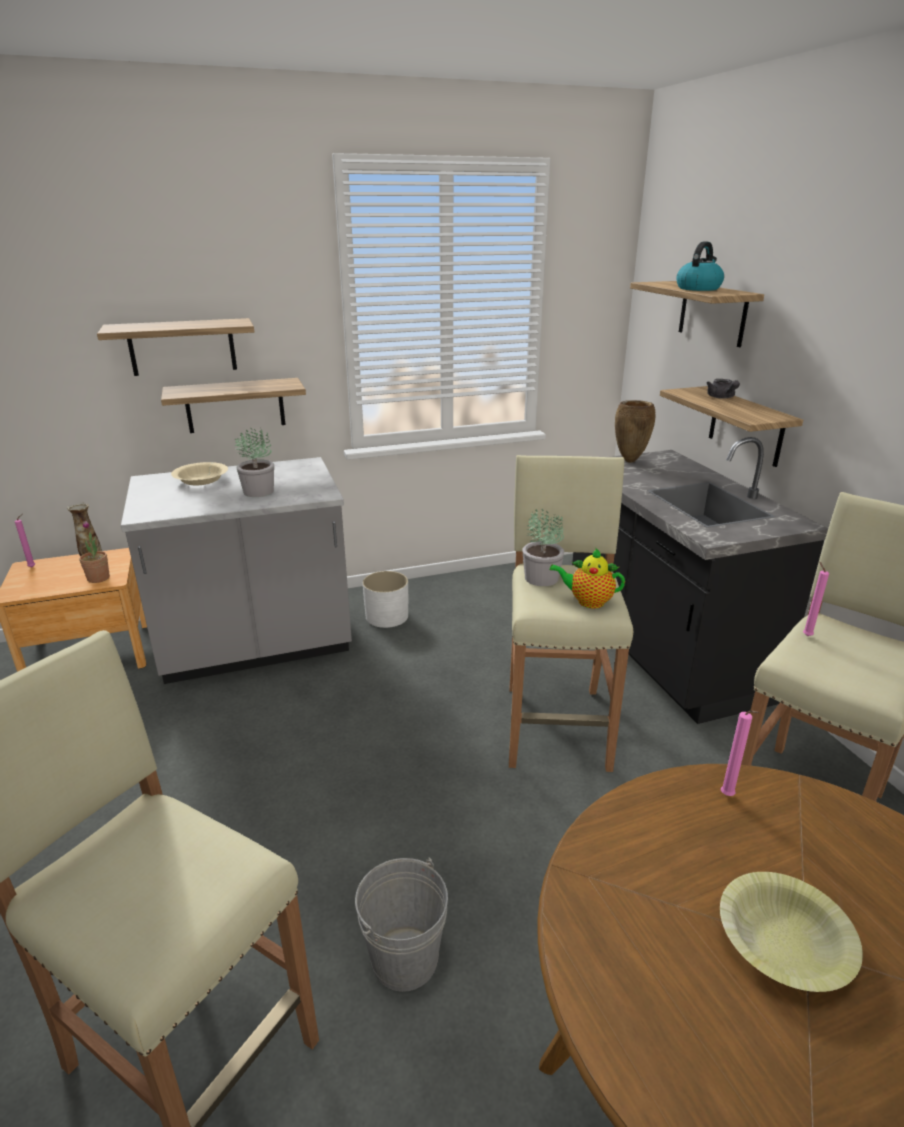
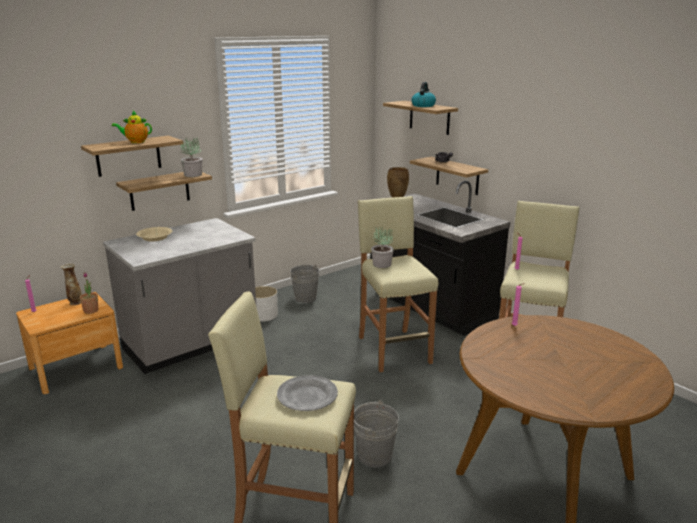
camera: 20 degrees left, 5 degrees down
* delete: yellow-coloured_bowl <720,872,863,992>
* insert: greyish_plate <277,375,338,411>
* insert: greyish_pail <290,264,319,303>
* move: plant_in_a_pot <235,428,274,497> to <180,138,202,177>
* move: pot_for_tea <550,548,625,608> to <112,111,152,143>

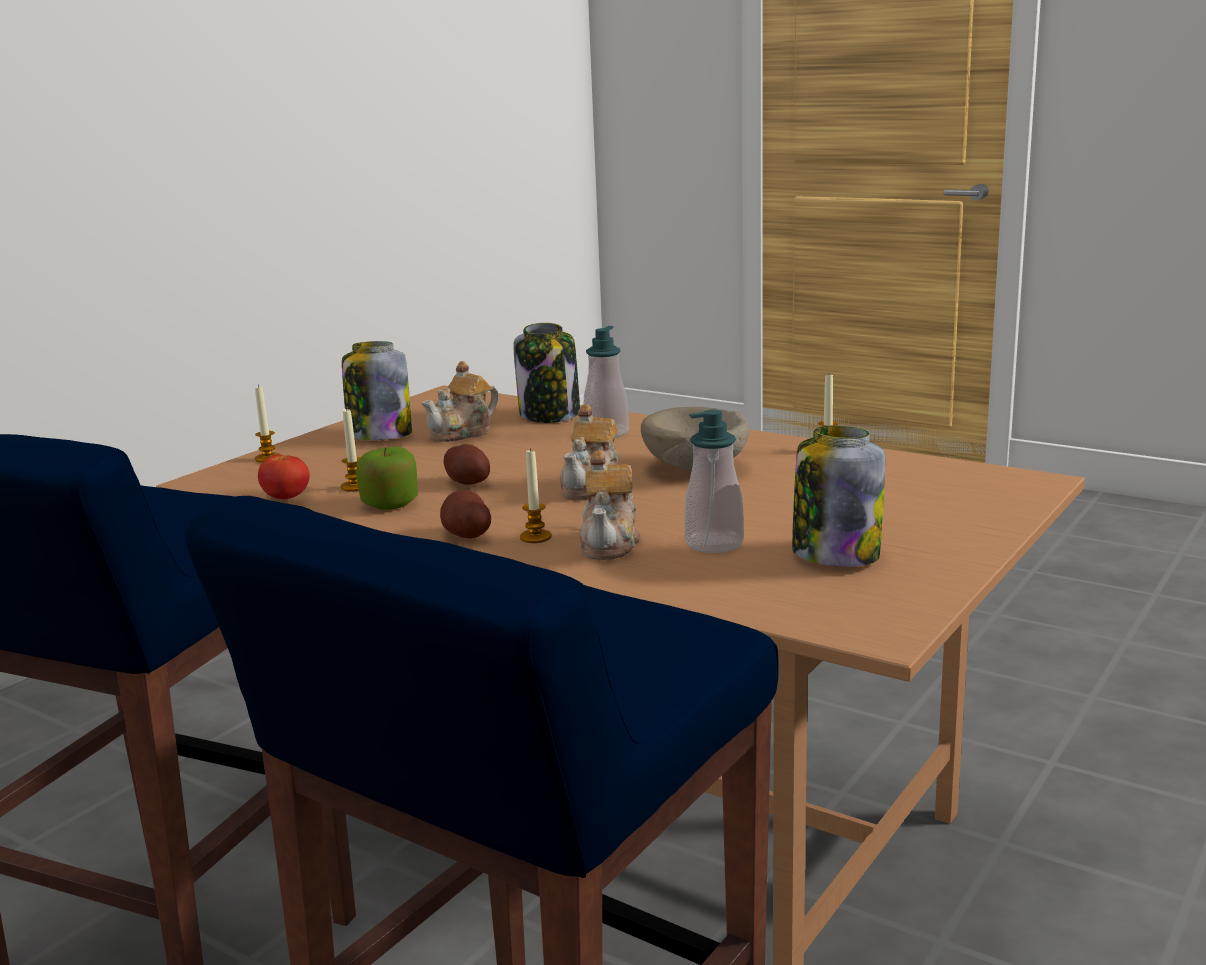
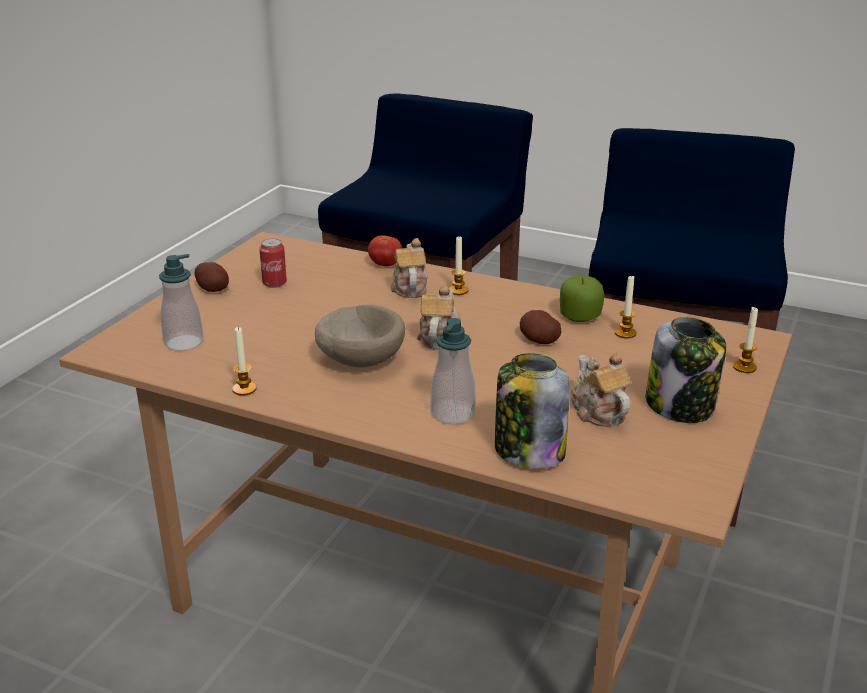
camera: 170 degrees right, 10 degrees up
* move: tomato <258,455,310,499> to <368,235,402,266>
* move: potato <440,490,491,538> to <194,262,229,292>
* move: soap_dispenser <684,410,744,553> to <159,254,204,351>
* replace: storage_jar <792,426,885,567> to can <259,238,287,288>
* rotate: pot_for_tea <421,361,498,442> = <571,353,632,427> 60 degrees counterclockwise

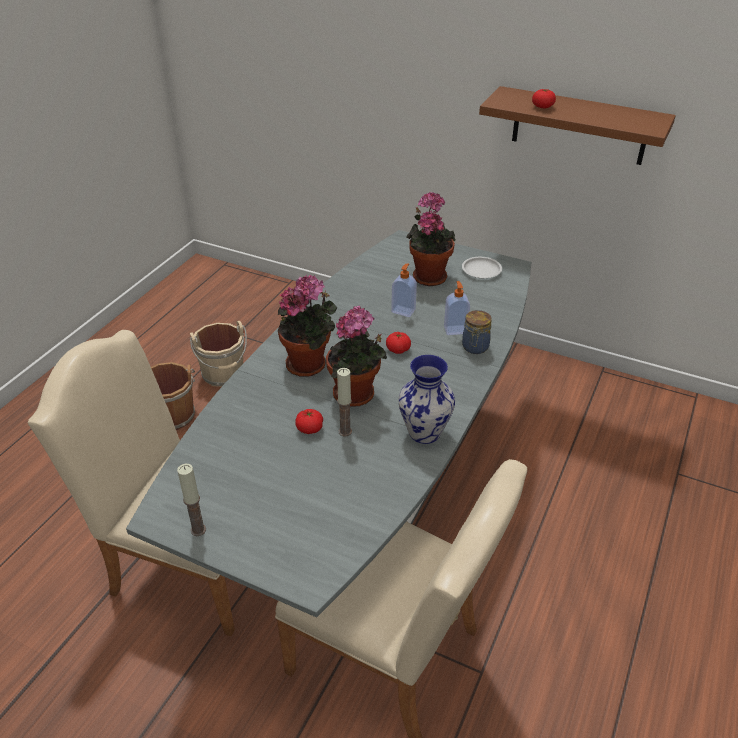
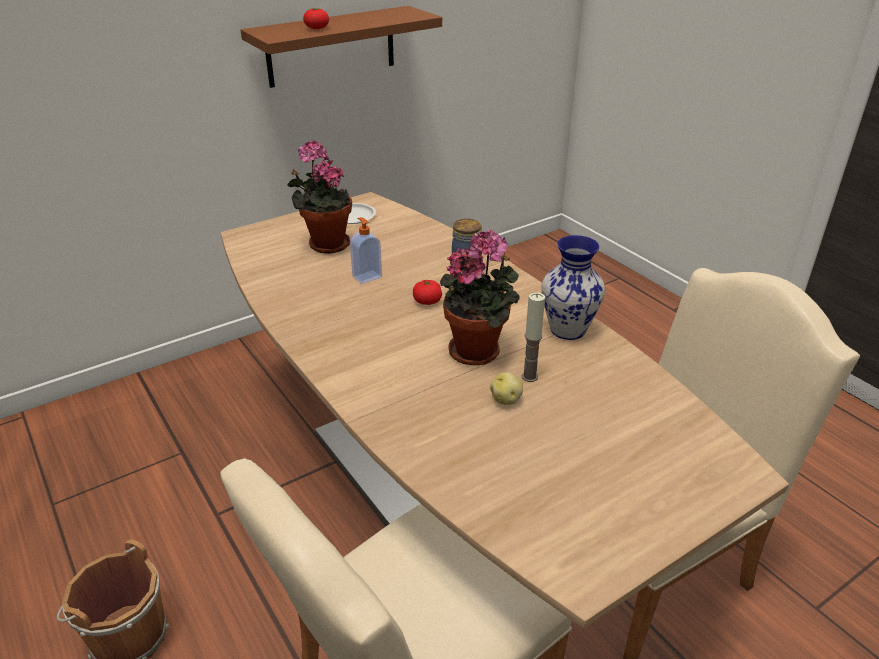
camera: 60 degrees left, 5 degrees down
* delete: wax_light <177,464,206,536>
* delete: beige_pail <190,321,247,387>
* delete: plant_in_a_pot <278,275,337,377>
* delete: soap_dispenser <444,281,470,335>
* replace: tomato <295,409,323,434> to potato <490,372,523,405>
* recolor: greyish_dining_table <126,230,531,617> to brown_dining_table <221,192,789,629>

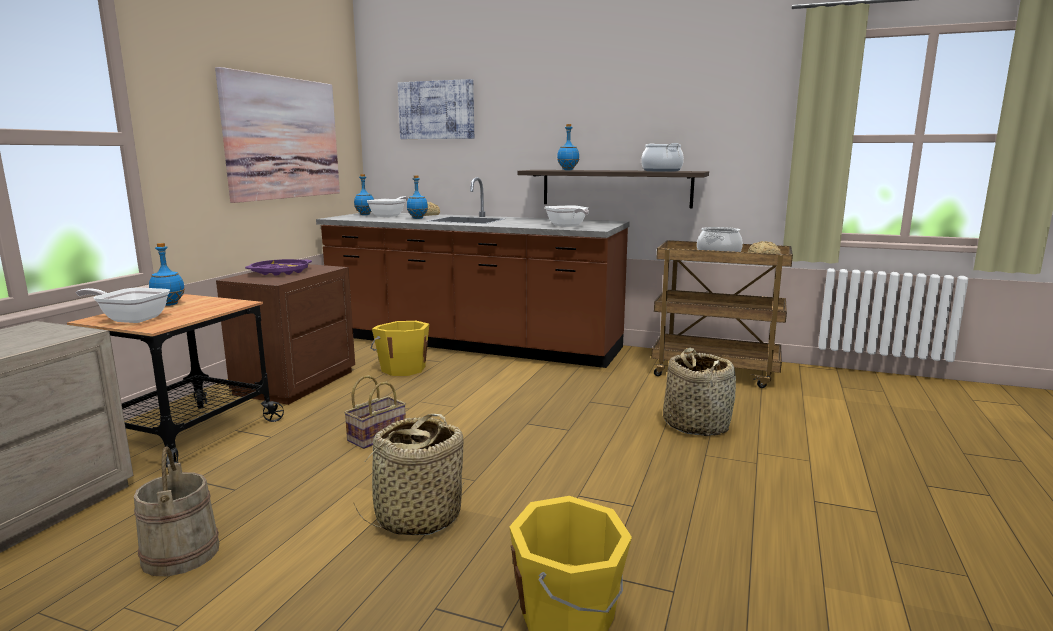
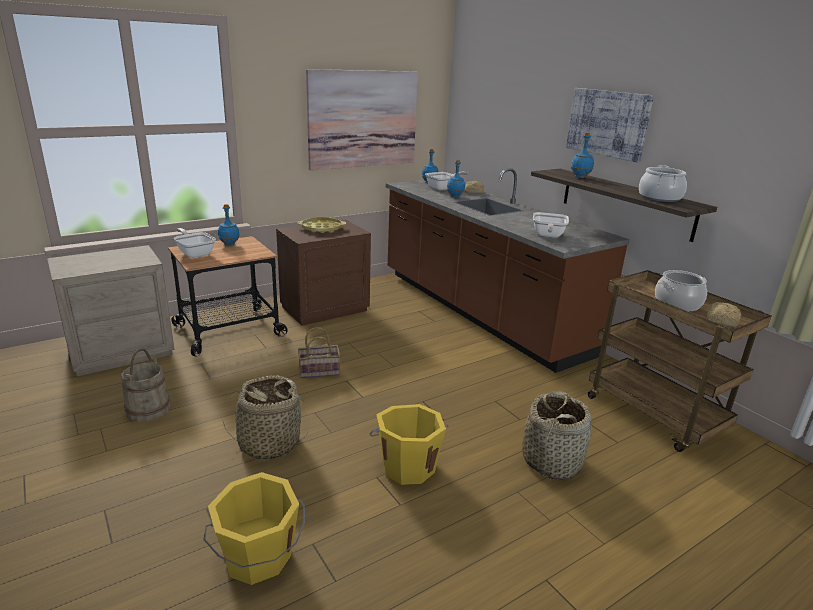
camera: 35 degrees right, 10 degrees up
* move: yellow-coloured_pail <371,321,429,376> to <369,404,448,485>
* move: wall_picture <398,79,474,139> to <566,88,654,163>
* recolor: purplish_carrying_tray <245,259,312,276> to yellow-coloured_carrying_tray <297,217,346,233>

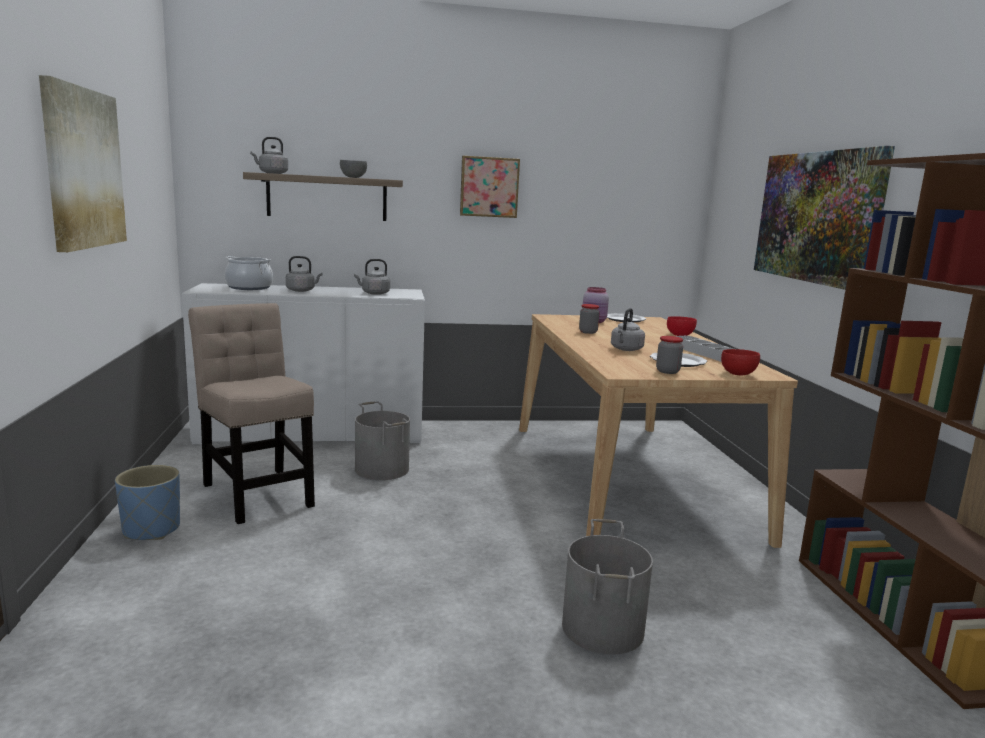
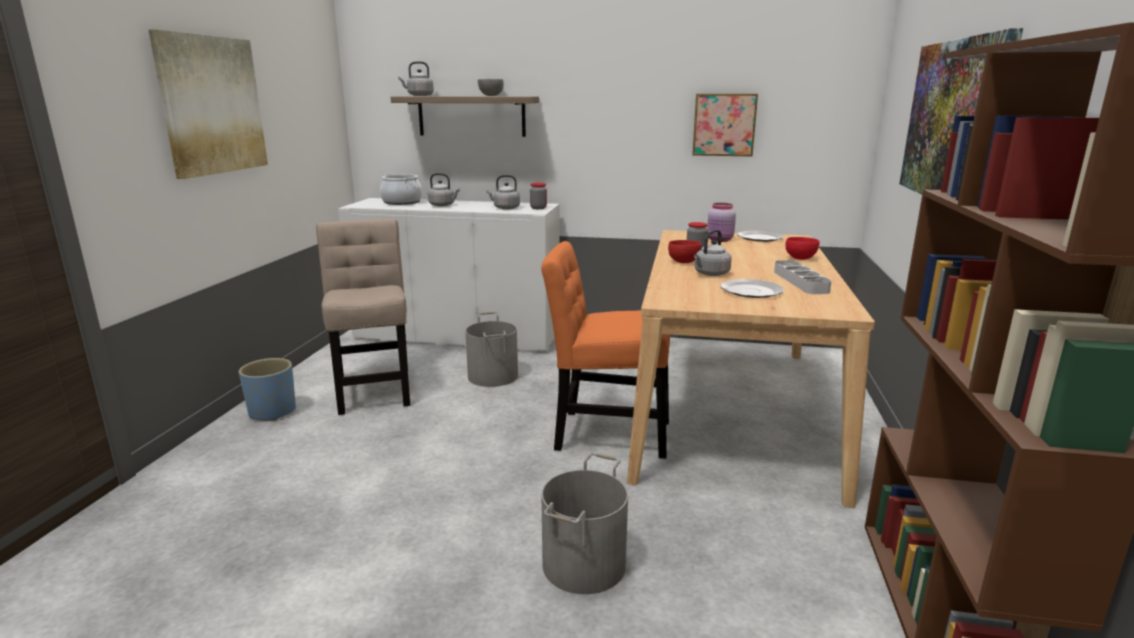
camera: 20 degrees right, 5 degrees up
* insert: orange-coloured_plain_chair <541,241,670,459>
* move: wall_picture <460,156,520,218> to <692,94,758,157>
* move: storage_jar <656,336,683,374> to <530,183,547,209>
* move: red-coloured_bowl <721,349,760,375> to <668,240,701,263>

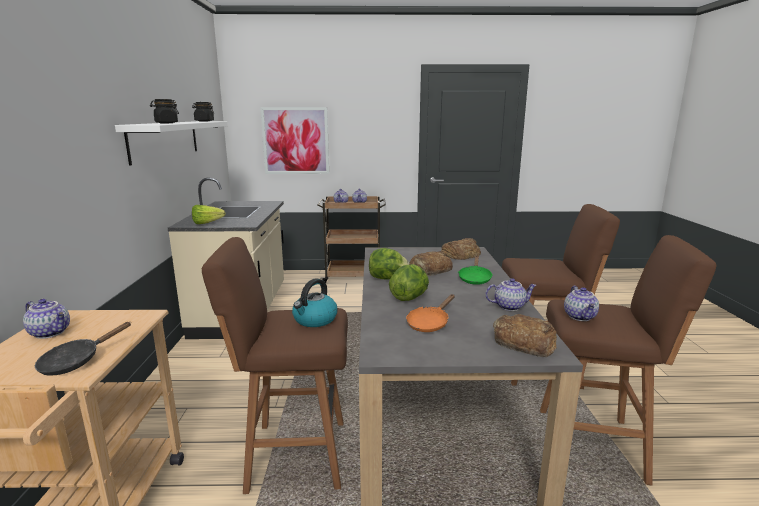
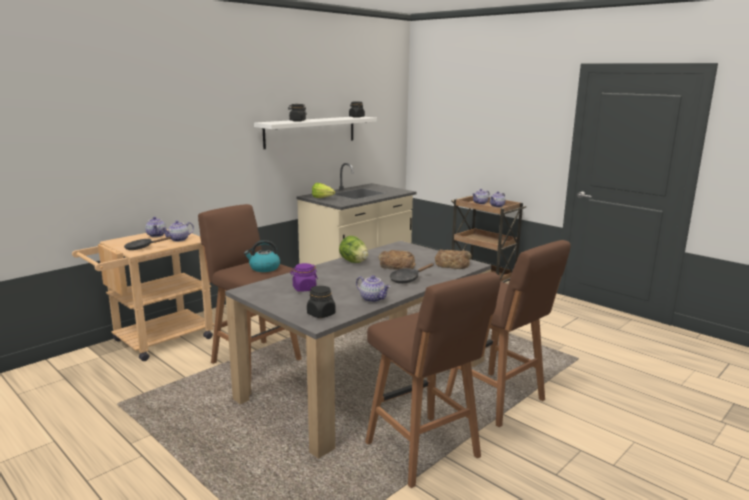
camera: 45 degrees right, 0 degrees up
* delete: wall_picture <260,107,329,174>
* delete: lettuce <389,264,429,301>
* move: pot_for_tea <564,286,599,321> to <161,220,194,242>
* replace: orange-coloured_skillet <406,294,455,332> to purplish_storage_jar <290,263,318,292>
* replace: bread <493,314,557,357> to black-coloured_storage_jar <307,286,335,318>
* recolor: greenish_skillet <458,256,493,285> to black-coloured_skillet <389,263,433,284>

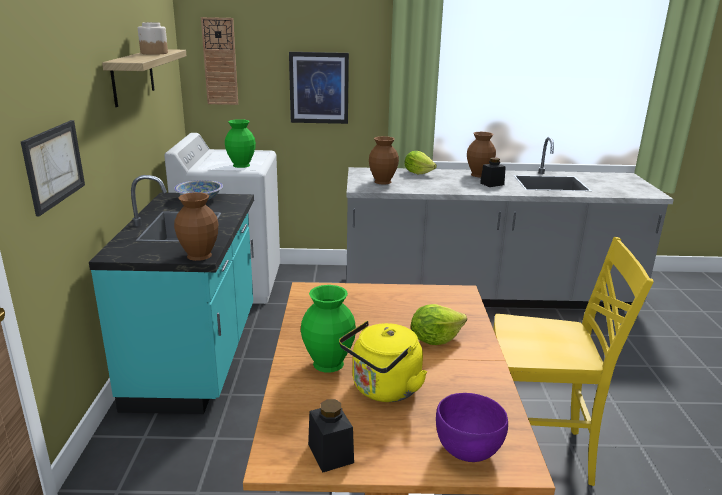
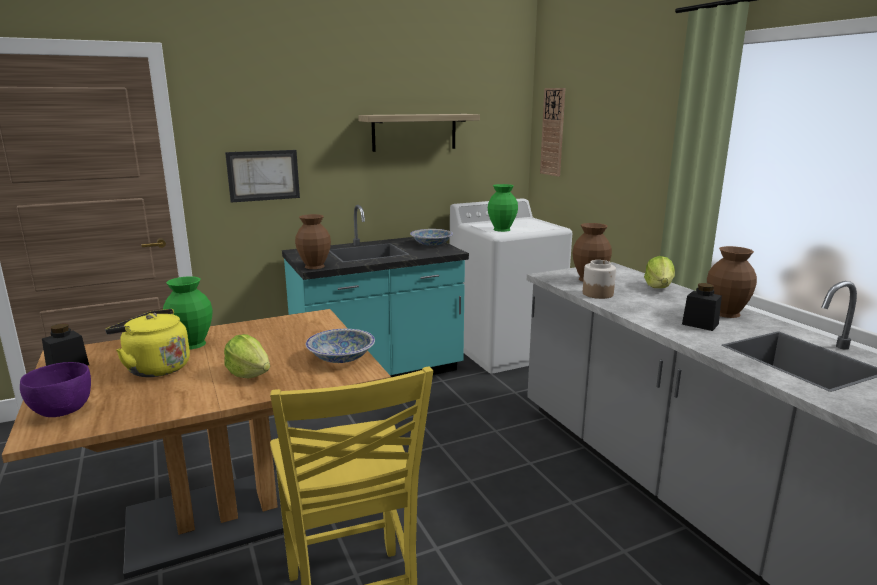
camera: 65 degrees right, 5 degrees down
* delete: wall_picture <289,52,349,124>
* insert: bowl <306,329,375,363>
* move: storage_jar <138,22,168,55> to <583,260,616,299>

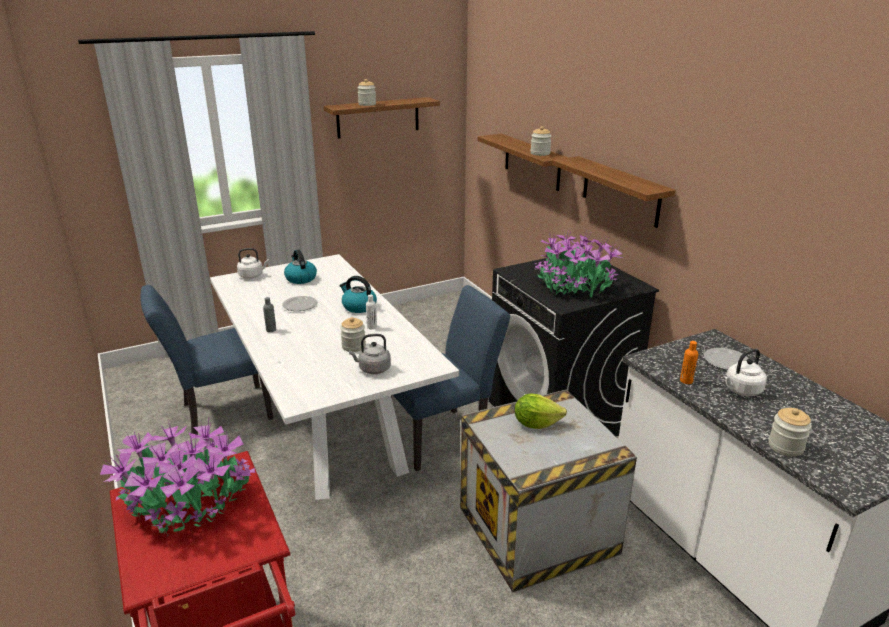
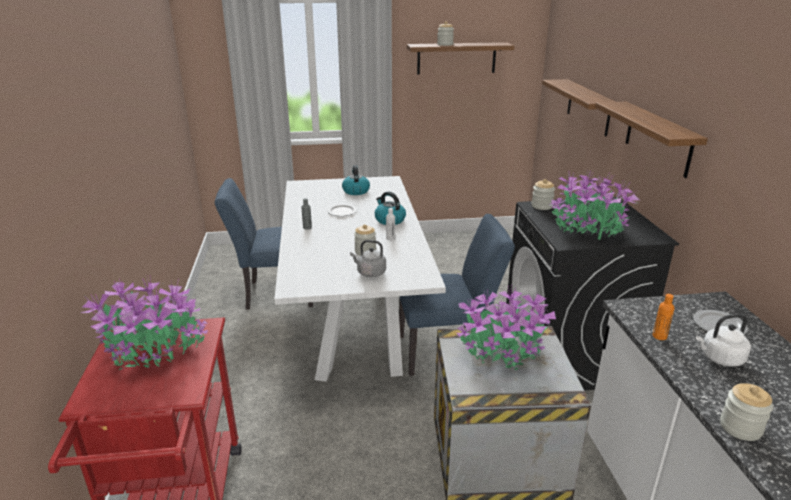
camera: 20 degrees right, 0 degrees up
* delete: whitish_water_kettle <237,248,269,279>
* move: storage_jar <531,126,551,156> to <531,179,555,210>
* replace: lettuce <515,393,567,429> to plant_in_a_pot <457,286,556,371>

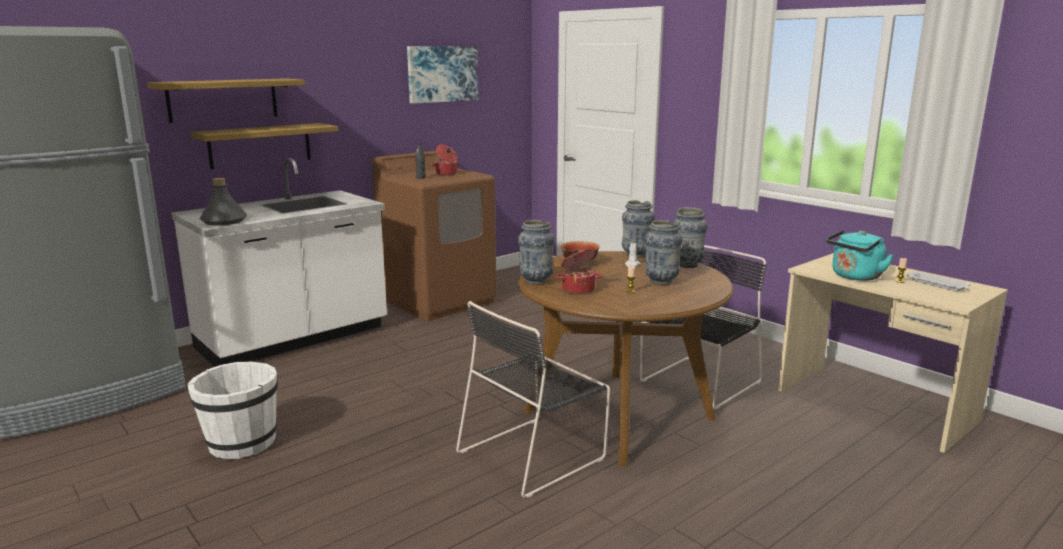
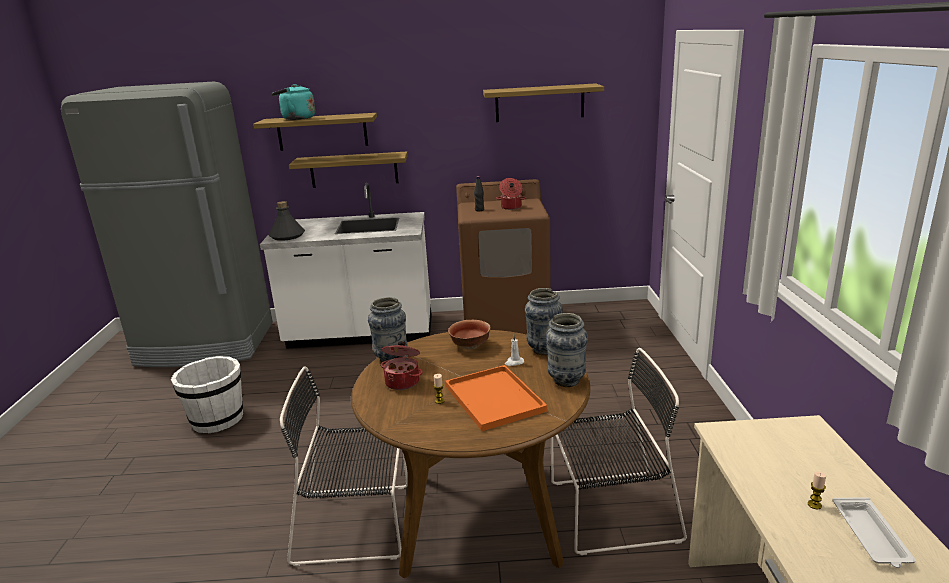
camera: 40 degrees right, 5 degrees up
* move: turquoise-coloured_water_kettle <826,230,894,281> to <272,84,315,120>
* replace: wall_picture <407,46,478,104> to shelf <483,83,604,122>
* replace: vase <645,220,682,285> to orange-coloured_carrying_tray <445,365,547,431>

